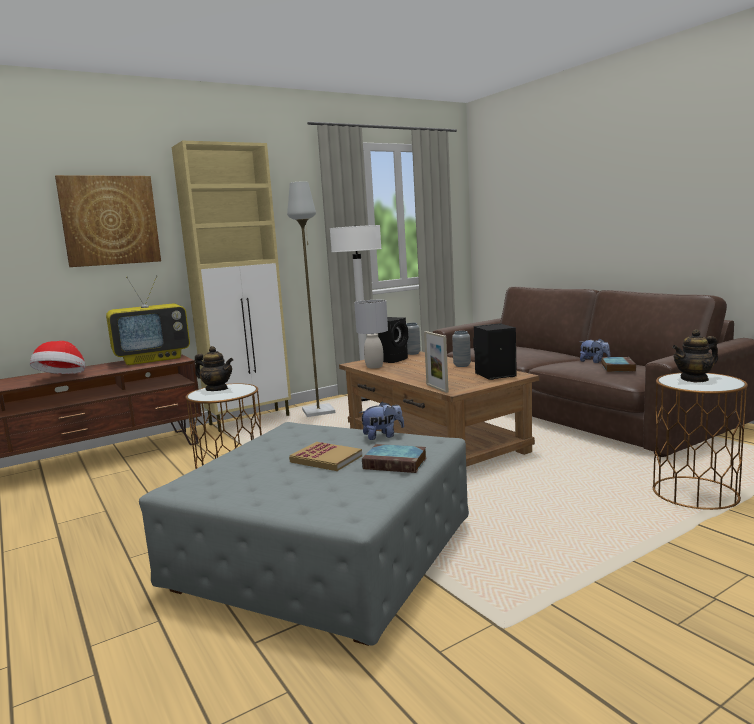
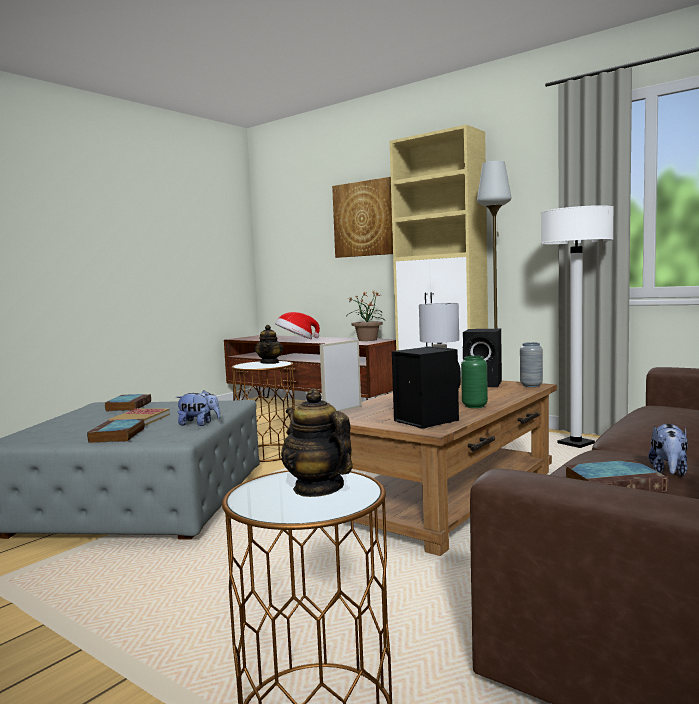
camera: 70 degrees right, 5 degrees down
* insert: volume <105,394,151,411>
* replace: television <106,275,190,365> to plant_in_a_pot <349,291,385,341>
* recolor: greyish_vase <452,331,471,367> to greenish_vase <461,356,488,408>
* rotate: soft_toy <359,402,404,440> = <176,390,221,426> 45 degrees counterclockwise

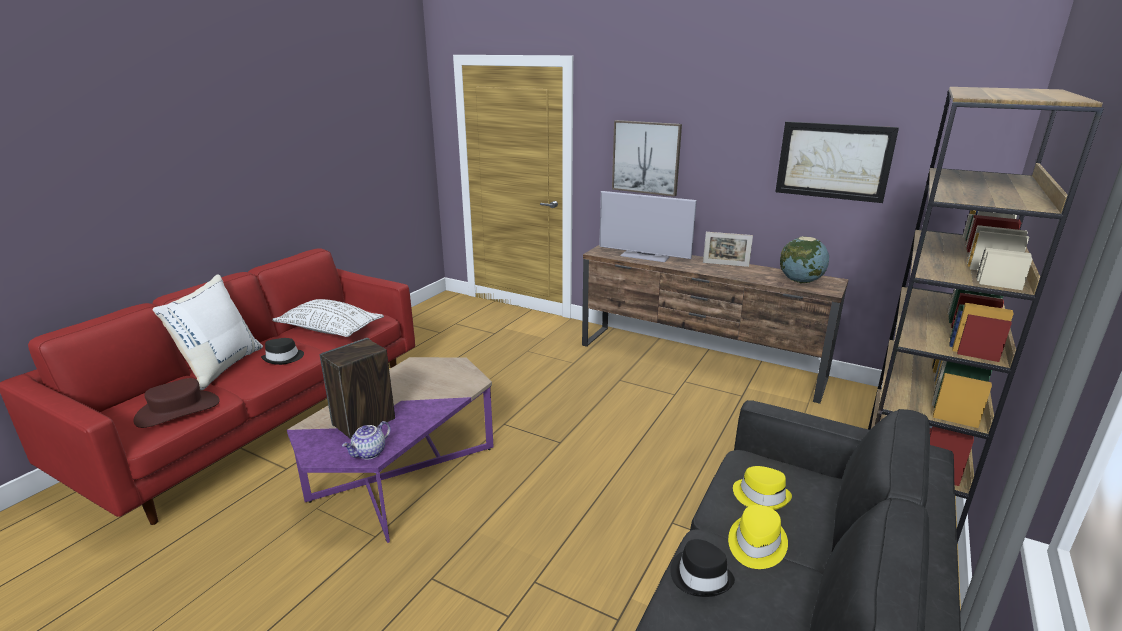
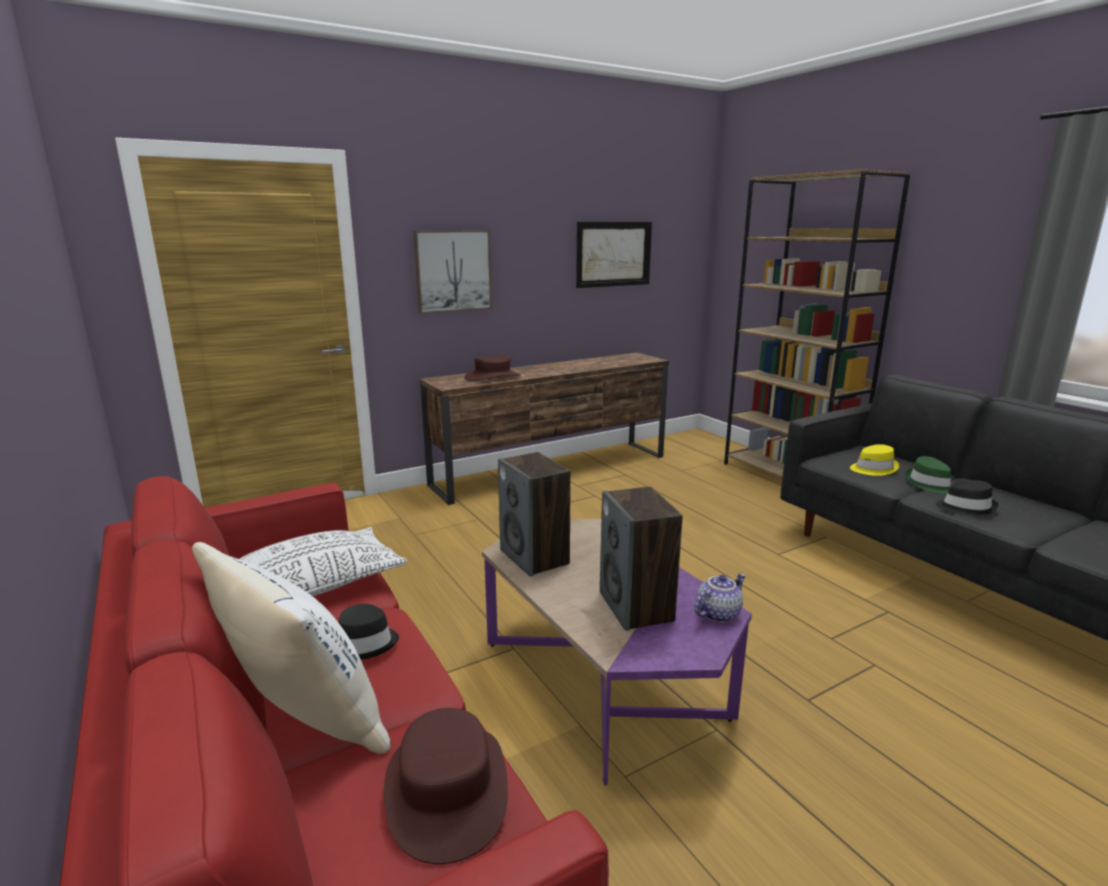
camera: 60 degrees left, 5 degrees down
* delete: picture_frame <703,232,753,267>
* delete: globe <780,236,829,283>
* insert: speaker <498,452,571,576>
* replace: television <599,191,697,262> to brown_clothing_hat <465,355,521,381>
* recolor: yellow-coloured_clothing_hat <728,505,788,569> to greenish_clothing_hat <906,456,952,494>
* rotate: pot_for_tea <342,421,391,460> = <694,573,746,622> 105 degrees counterclockwise

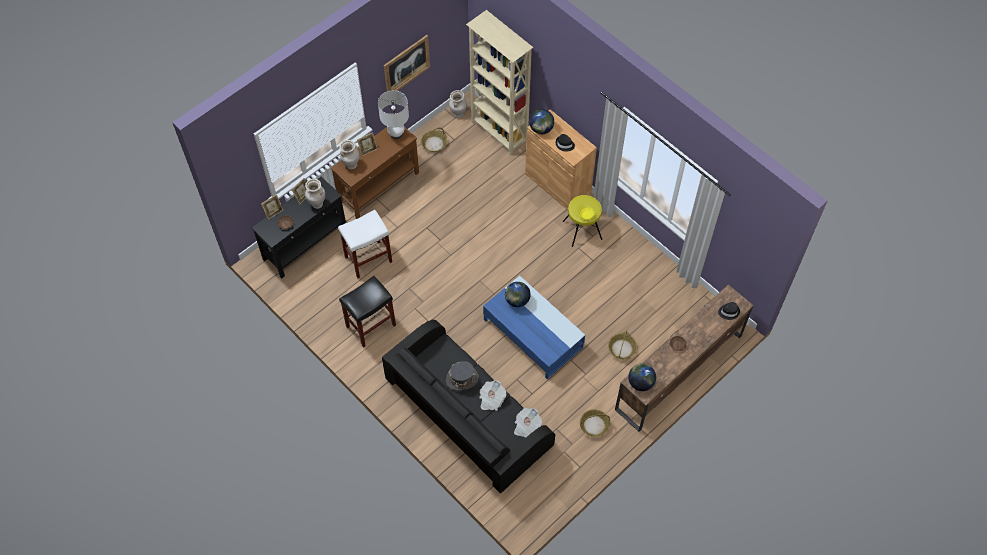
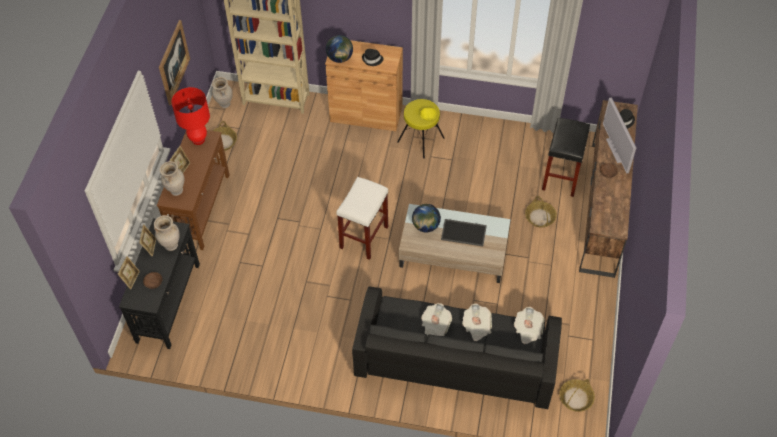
camera: 35 degrees left, 5 degrees down
* delete: globe <628,363,656,391>
* insert: carrying_tray <441,219,487,246>
* insert: television <603,98,636,173>
* move: whitish_sitting_stool <338,210,392,278> to <336,177,388,260>
* move: black-coloured_sitting_stool <339,276,396,348> to <542,118,590,197>
* move: basket <580,409,610,437> to <559,379,595,412>
* replace: greyish_clothing_hat <446,361,479,390> to printed_paper <421,303,452,336>
* recolor: whitish_lamp_for_a_table <378,90,409,139> to red-coloured_lamp_for_a_table <171,87,210,145>
* recolor: blue_coffee_table <483,276,585,379> to beige_coffee_table <399,204,510,283>

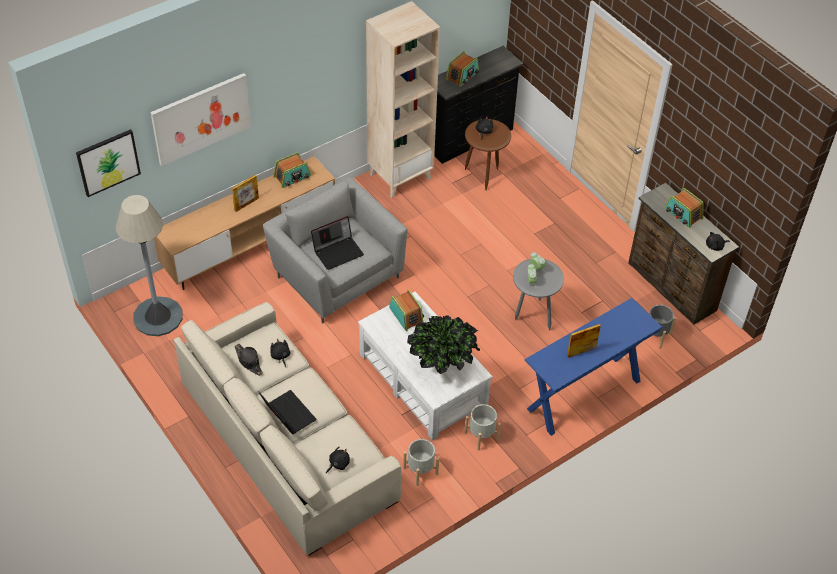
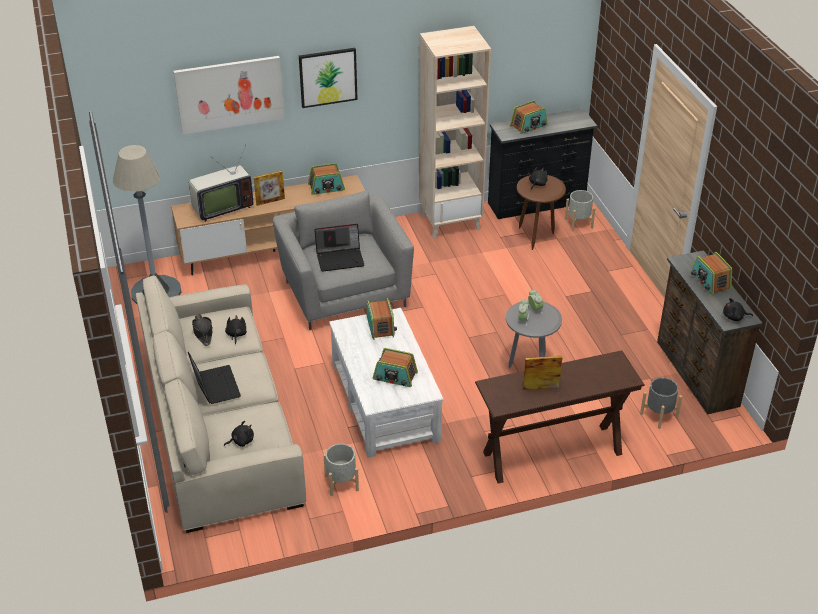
camera: 20 degrees right, 10 degrees down
* insert: television <189,145,253,222>
* move: wall_picture <76,129,141,197> to <299,48,358,108>
* move: greyish_plant_pot <464,404,501,450> to <565,190,595,231>
* replace: plant_in_a_pot <407,315,480,374> to radio_set <373,348,418,387>
* recolor: blue_hall_table <525,298,663,436> to brown_hall_table <475,351,645,484>

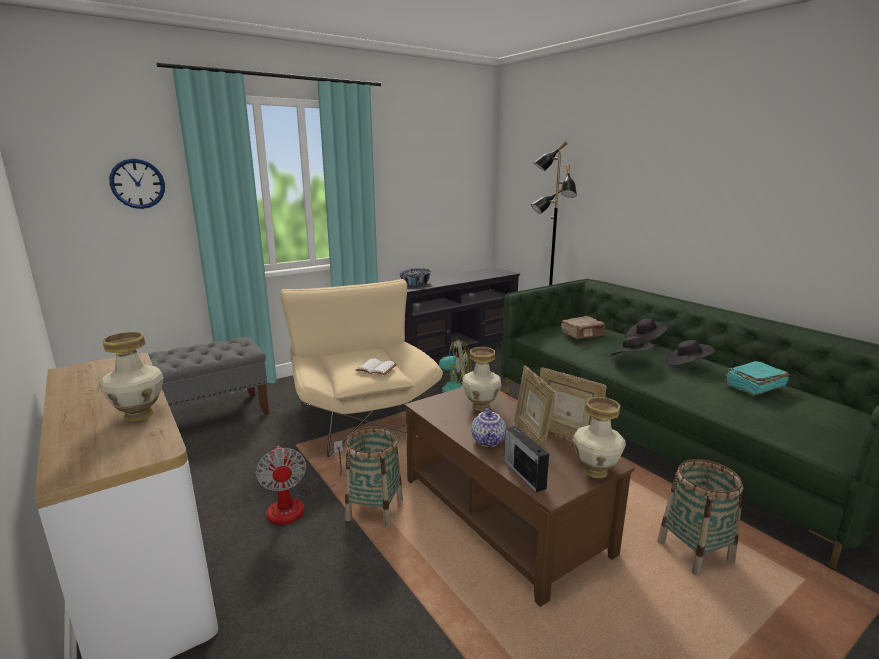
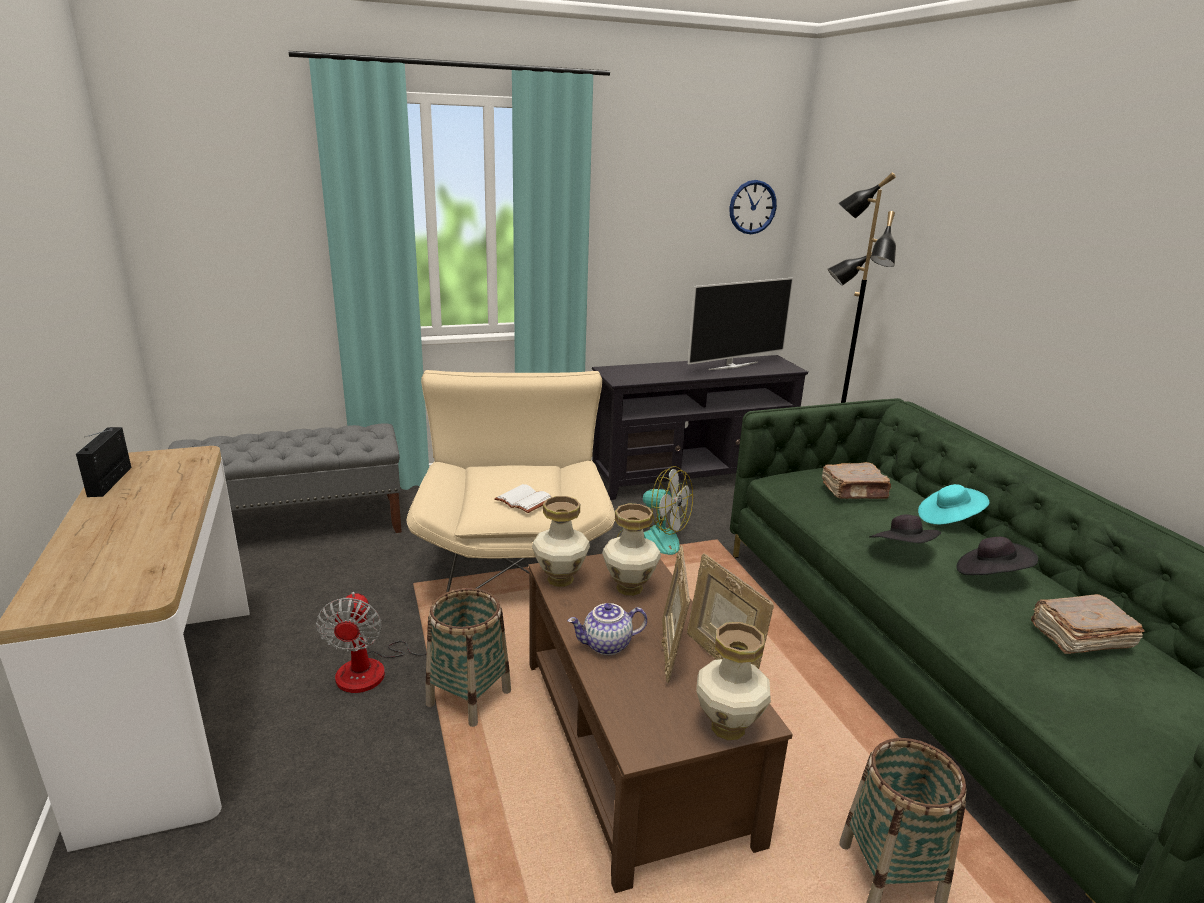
camera: 15 degrees right, 5 degrees up
* delete: bowl <399,268,432,286>
* insert: television <688,278,793,370>
* move: vase <100,332,164,422> to <532,496,590,587>
* move: wall_clock <109,159,165,209> to <729,180,777,234>
* move: radio_set <504,426,549,492> to <76,427,132,497>
* recolor: black-coloured_clothing_hat <625,319,668,344> to turquoise-coloured_clothing_hat <918,484,990,525>
* recolor: turquoise-coloured_volume <725,361,789,396> to brown_volume <1031,594,1145,654>
* rotate: pot_for_tea <471,406,506,447> = <568,603,647,655> 60 degrees clockwise

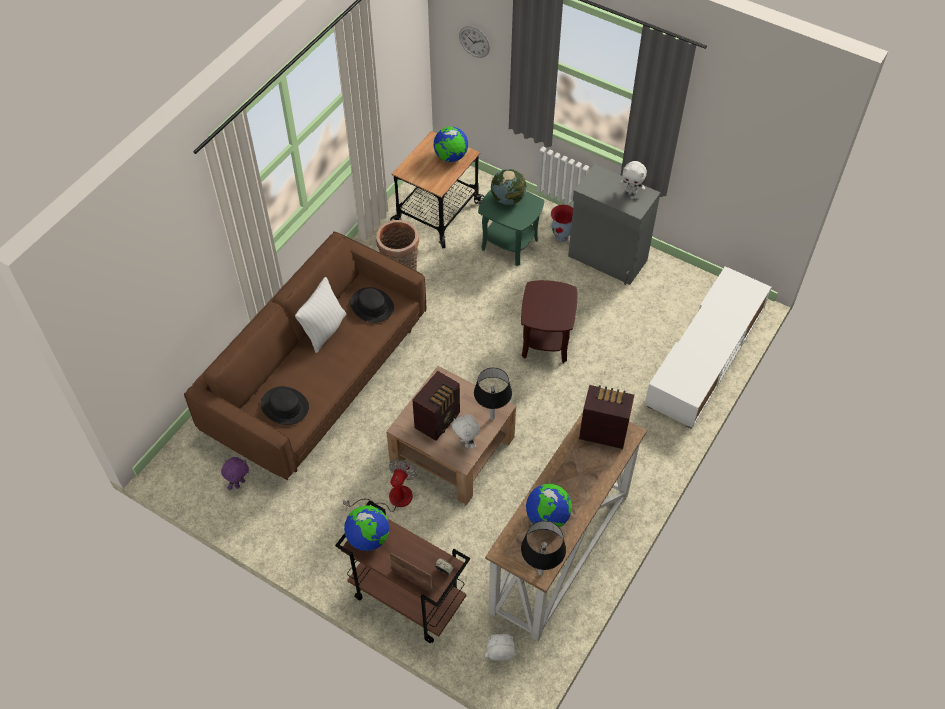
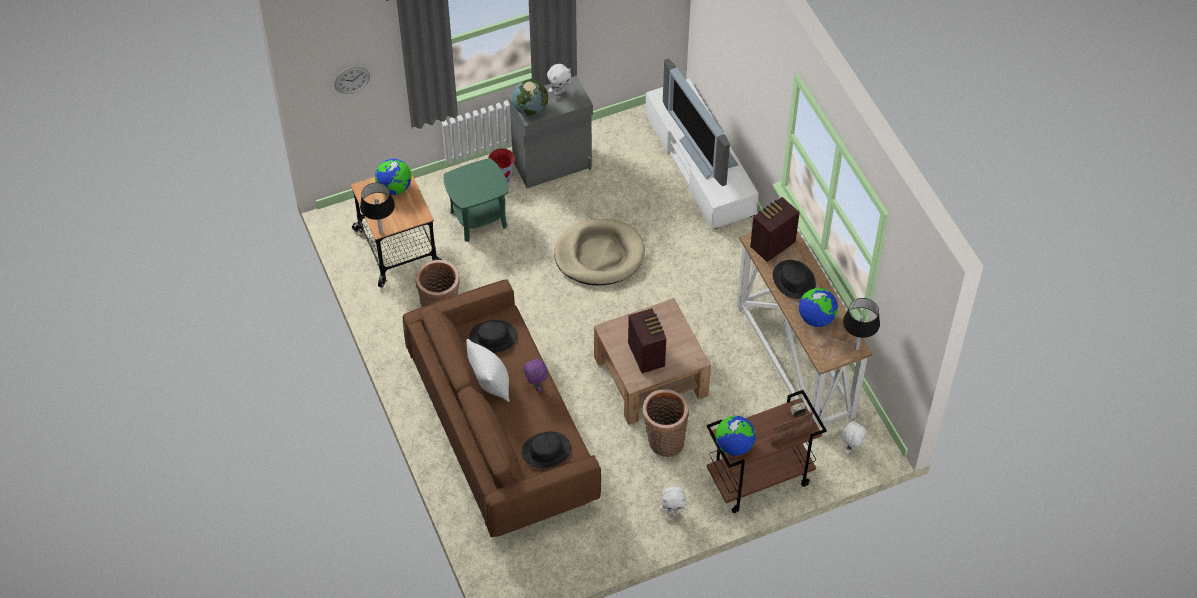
camera: 55 degrees left, 0 degrees up
* insert: television <663,58,739,186>
* insert: black-coloured_clothing_hat <773,260,816,299>
* move: purplish_soft_toy <221,457,249,490> to <523,356,548,393>
* move: whitish_soft_toy <452,415,480,449> to <659,486,687,515>
* move: black-coloured_lamp_for_a_table <474,368,512,420> to <360,183,395,234>
* move: globe <491,169,527,205> to <512,79,548,116>
* replace: electric_fan <343,459,417,512> to basket <642,389,689,457>
* replace: brown_end_table <521,280,577,363> to beige_pet_bed <554,219,645,285>

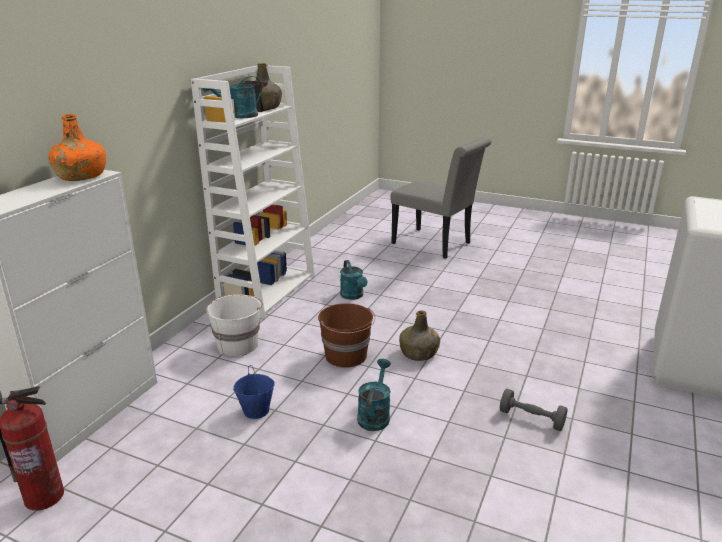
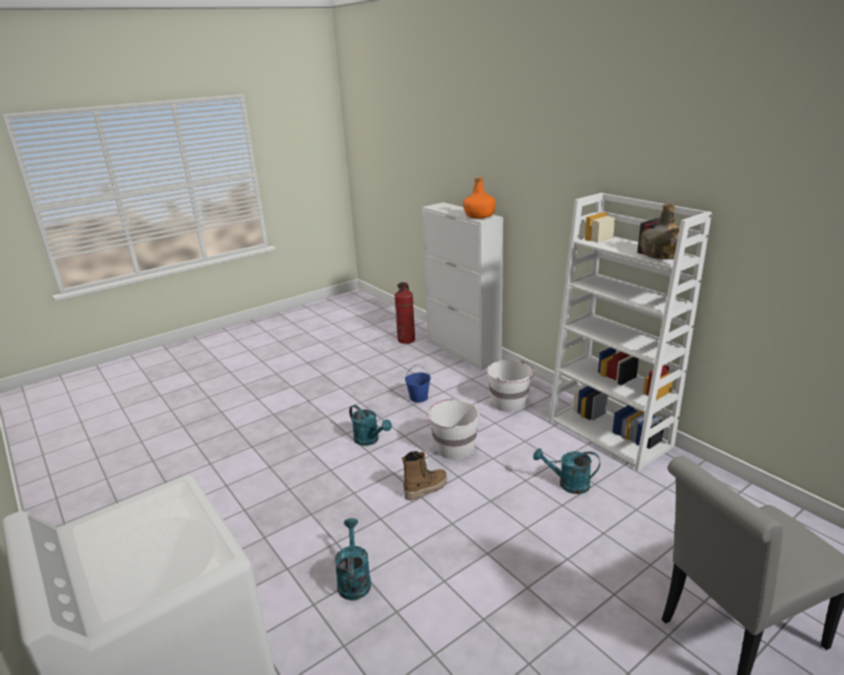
camera: 120 degrees right, 0 degrees up
* delete: greyish_dumbbell <500,389,568,431>
* move: turquoise-coloured_watering_pot <202,76,262,118> to <335,518,371,600>
* replace: greenish_bottle <399,310,440,361> to boot <402,451,447,501>
* recolor: brown_pail <318,303,375,368> to whitish_pail <427,399,479,460>

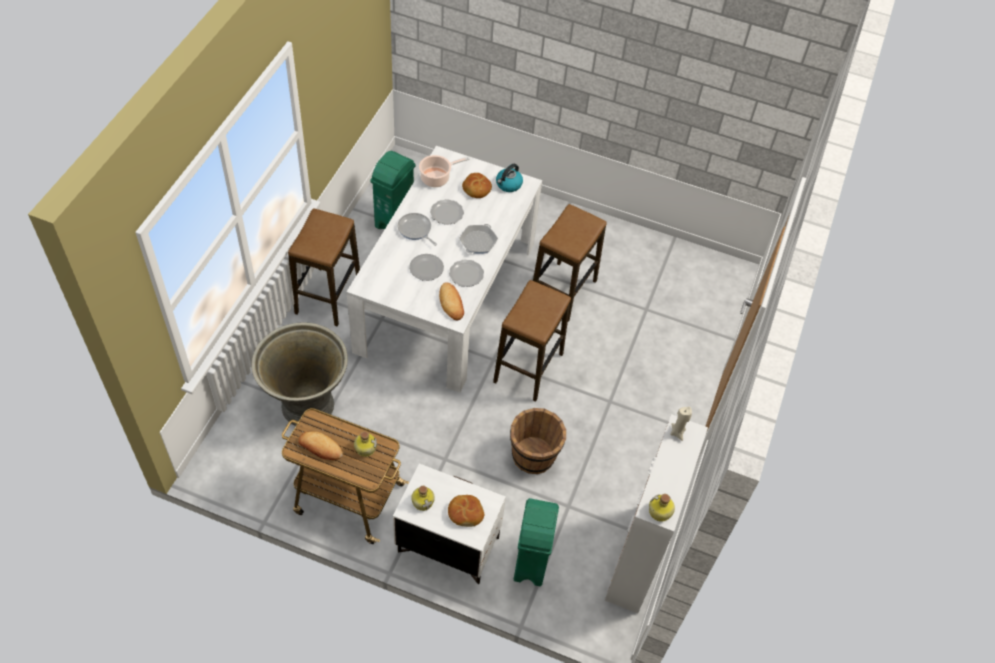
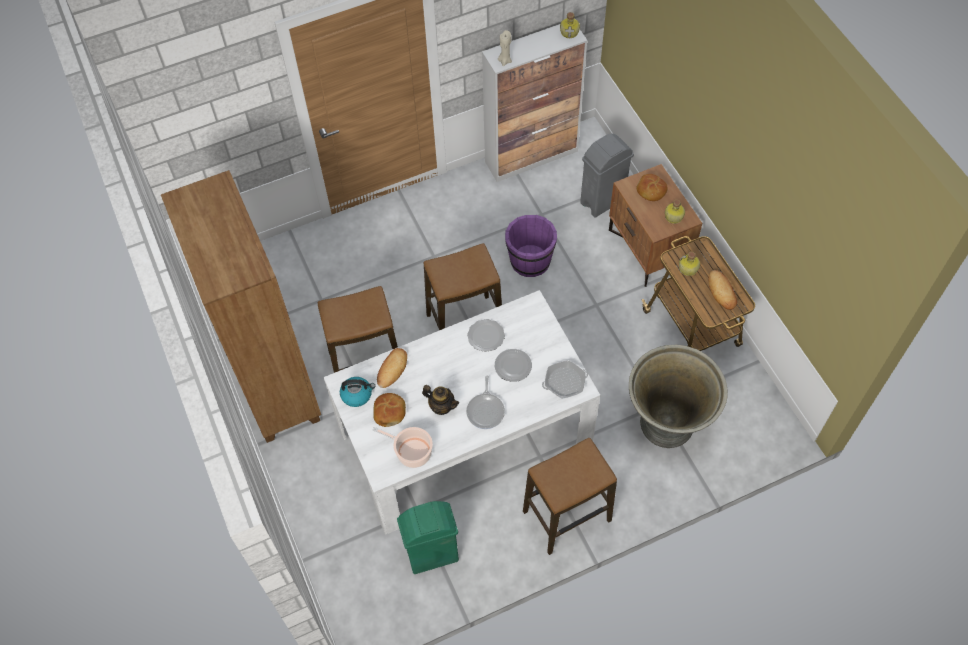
camera: 130 degrees left, 5 degrees up
* insert: brown_bookshelf <161,170,321,443>
* move: bread <439,282,464,320> to <377,348,407,388>
* move: skillet <459,224,498,254> to <542,360,588,399>
* replace: plate <430,199,464,225> to pot_for_tea <422,385,459,415>
* recolor: whitish_nightstand <393,464,506,584> to brown_nightstand <609,164,702,287>
* recolor: brown_pail <510,408,566,474> to purplish_pail <505,215,557,277>
* recolor: greenish_rubbish_bin <514,498,559,586> to greyish_rubbish_bin <580,134,634,218>

